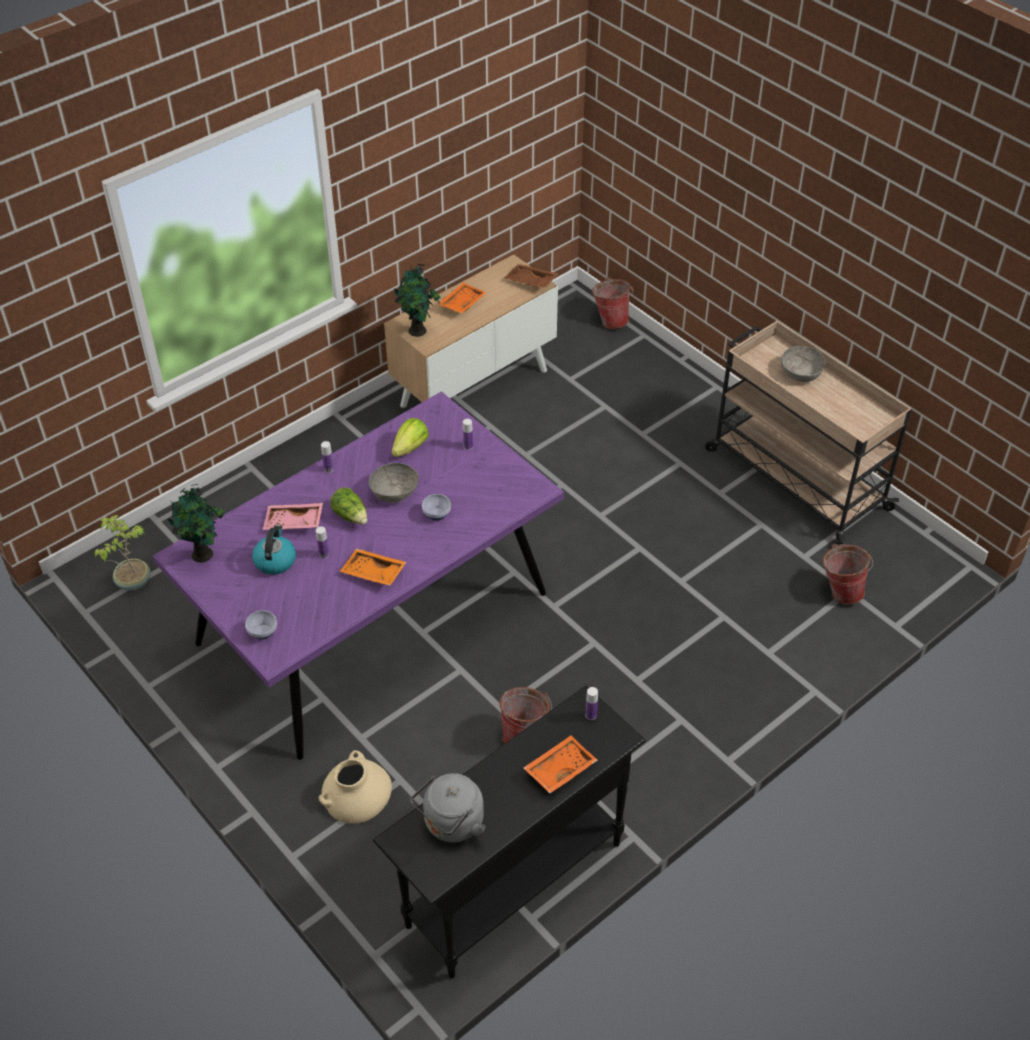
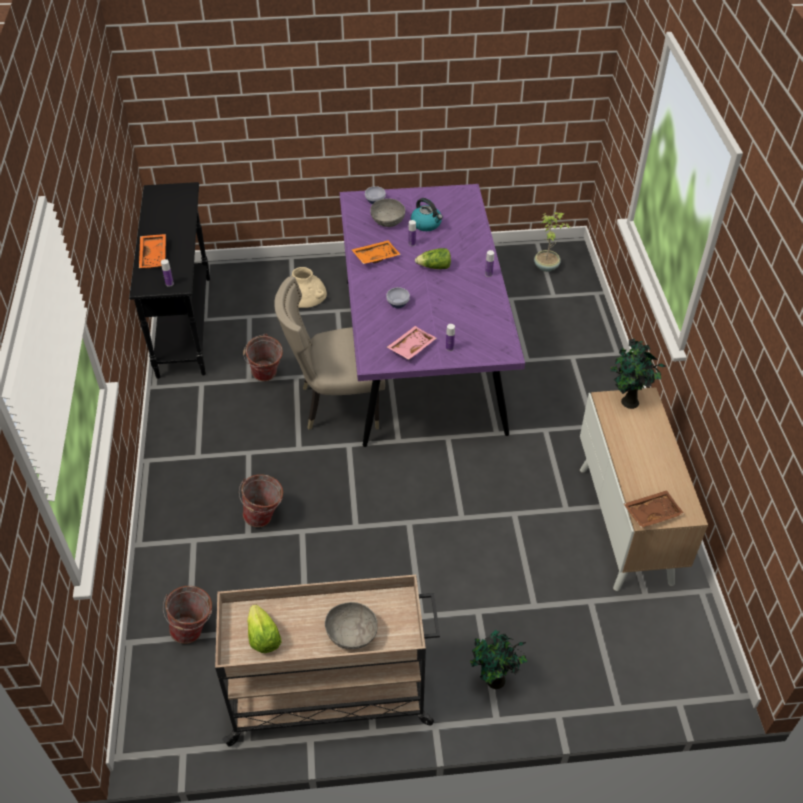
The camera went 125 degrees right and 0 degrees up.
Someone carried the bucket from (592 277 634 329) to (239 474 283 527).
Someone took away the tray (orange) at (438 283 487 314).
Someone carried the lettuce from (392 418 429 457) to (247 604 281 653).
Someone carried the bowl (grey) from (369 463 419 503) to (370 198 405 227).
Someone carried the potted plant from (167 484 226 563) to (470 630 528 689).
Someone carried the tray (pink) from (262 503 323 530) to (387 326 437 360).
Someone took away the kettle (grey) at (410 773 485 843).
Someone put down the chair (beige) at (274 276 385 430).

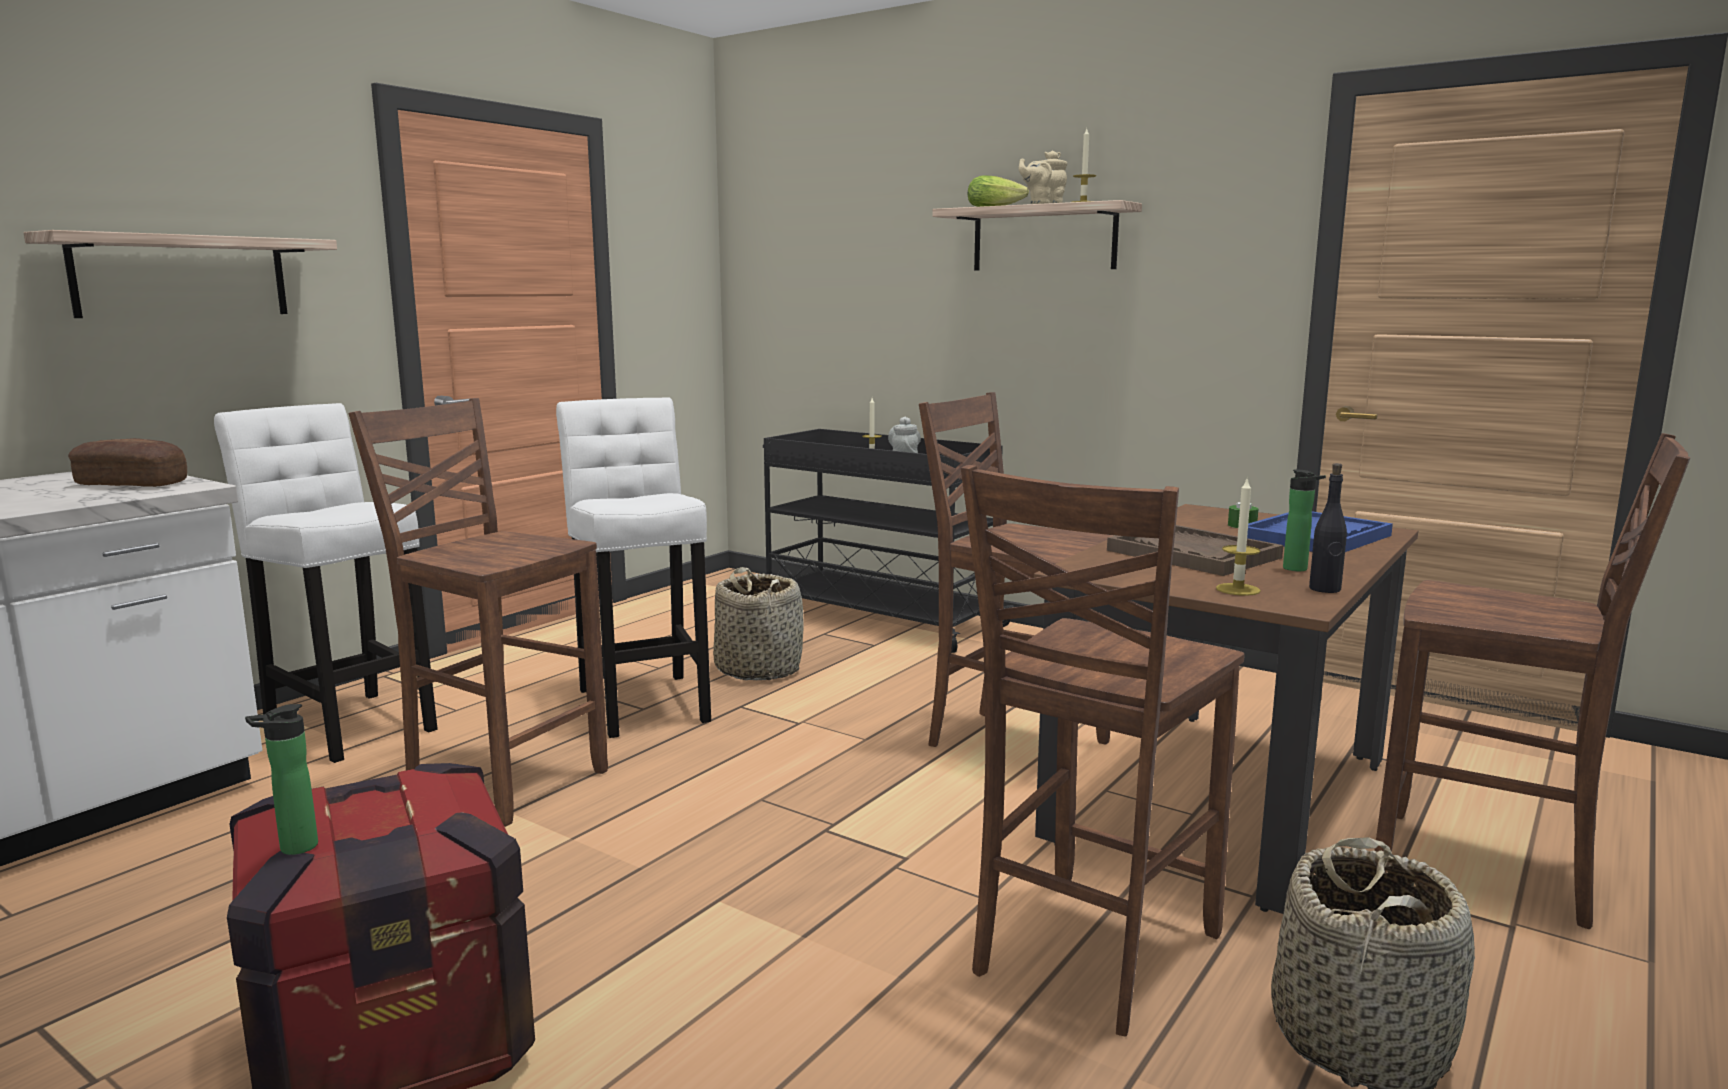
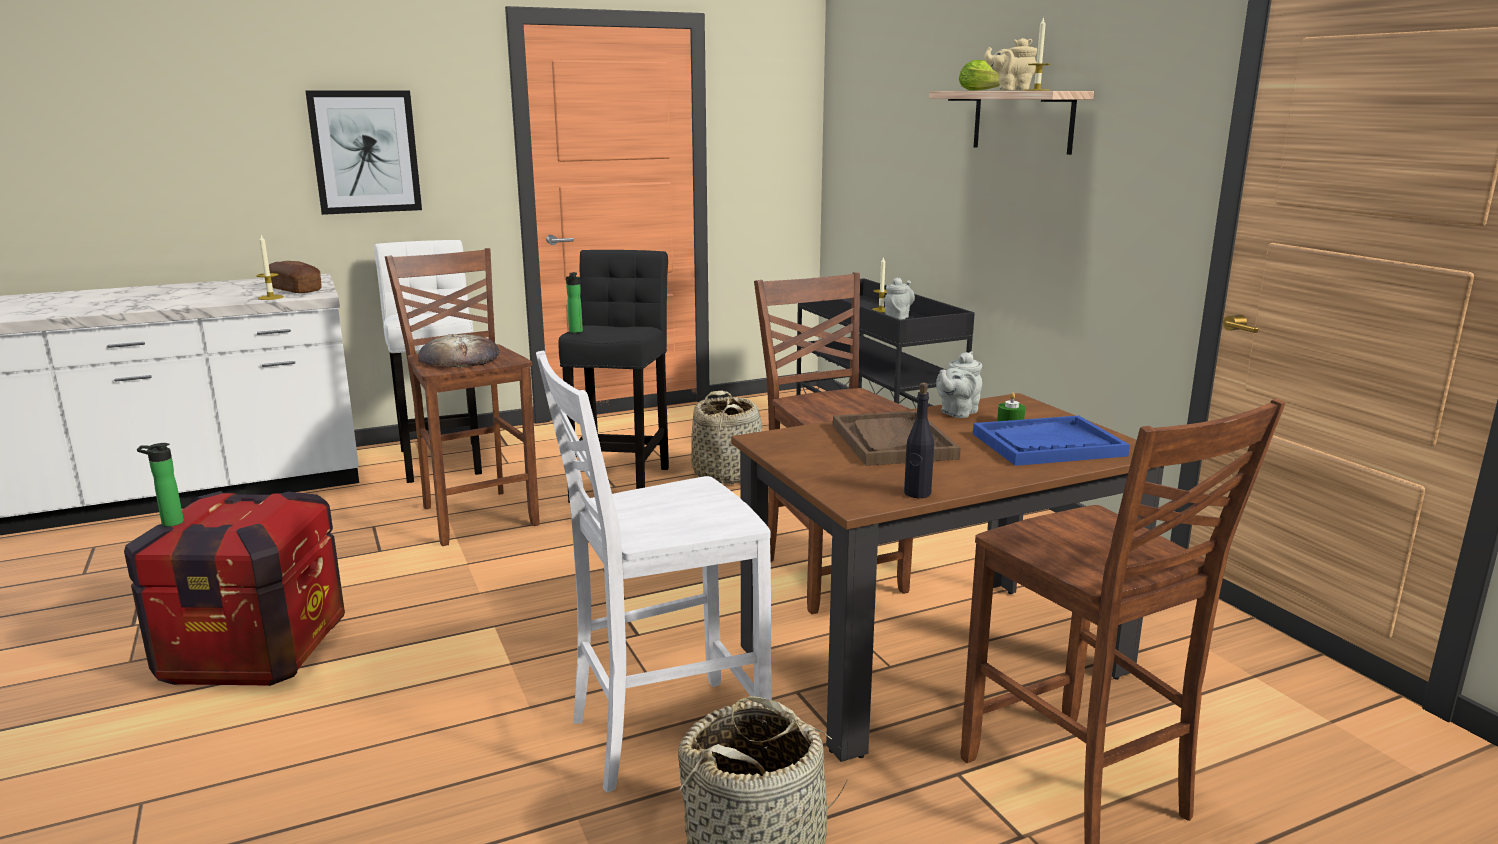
The camera went 30 degrees right and 5 degrees up.
Someone swapped the shelf at (24 230 337 318) for the picture at (305 90 422 215).
Someone repainted the stool (white) at (556 398 711 738), which became the stool (black) at (558 250 669 503).
Someone repainted the chair (brown) at (961 465 1245 1036), which became the chair (white) at (536 350 772 793).
Someone carried the bottle from (1283 469 1326 571) to (566 272 583 333).
Someone carried the candle from (1216 477 1261 596) to (256 235 284 300).
Someone put down the bread at (418 334 499 368).
Someone put down the teapot (grey) at (936 351 982 418).

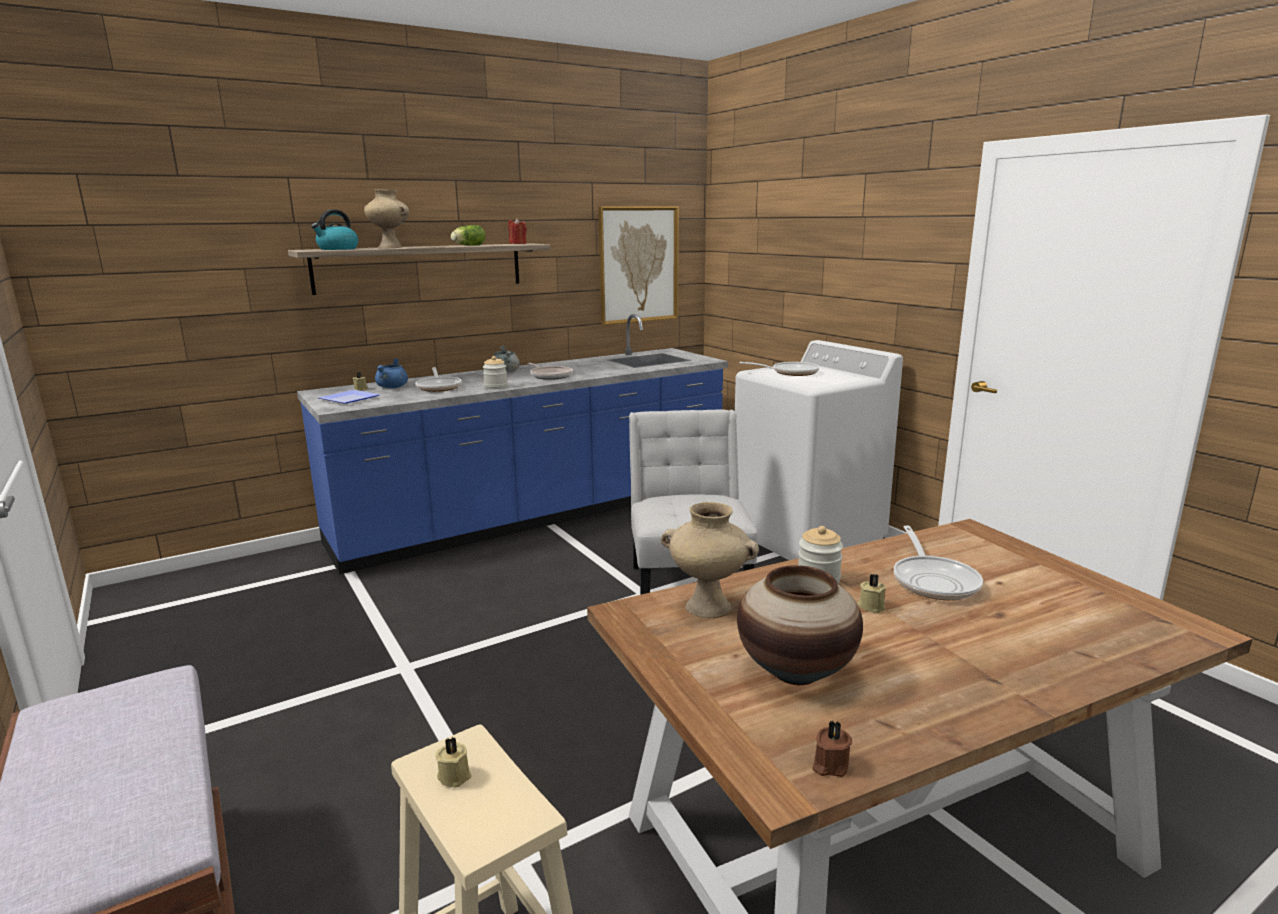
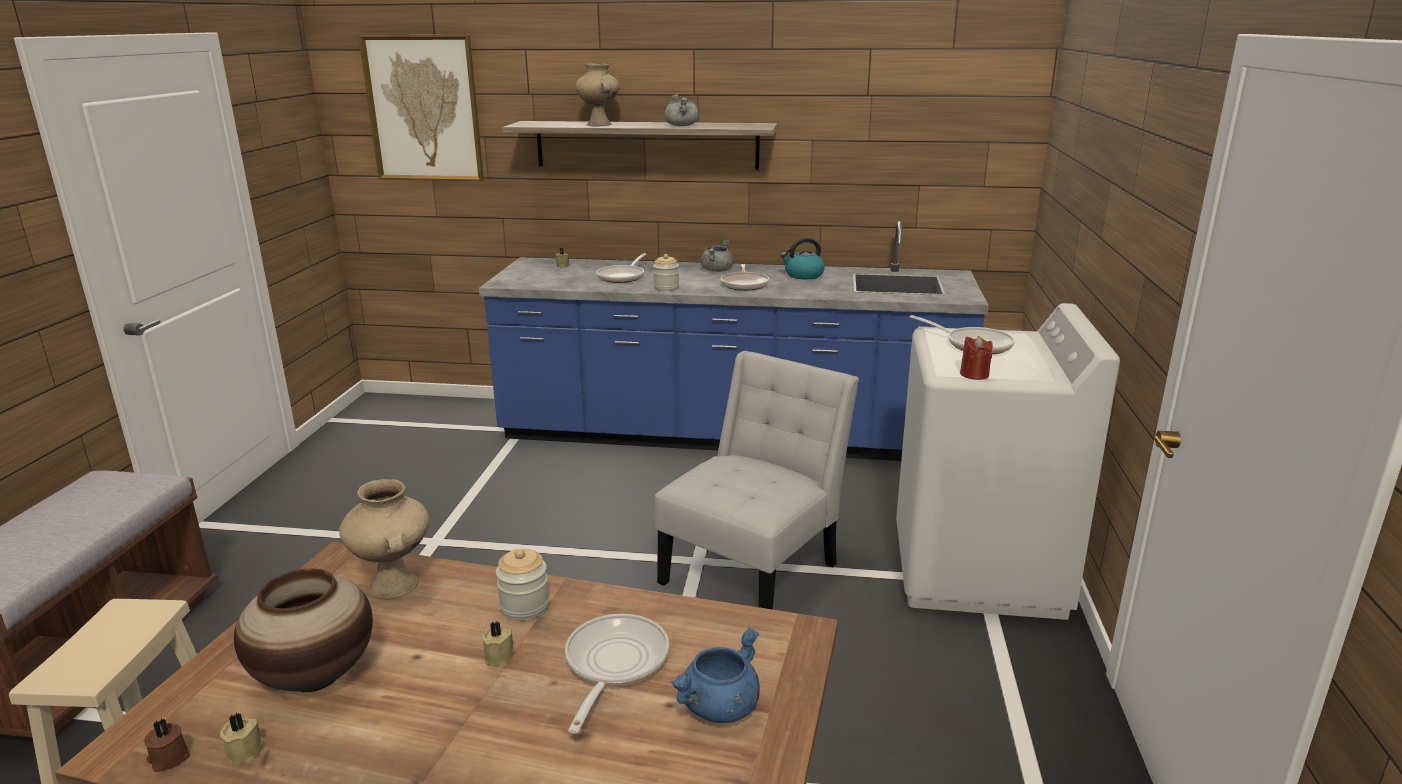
The camera went 40 degrees right and 5 degrees up.
Someone carried the picture from (598 206 679 325) to (358 35 484 181).
Someone carried the kettle from (311 209 358 250) to (781 238 825 279).
Someone carried the candle (red) from (508 218 527 244) to (960 336 993 380).
Someone swapped the lettuce at (451 225 485 246) for the cooking pot (grey) at (664 94 699 126).
Someone carried the cooking pot (blue) from (375 358 408 388) to (671 627 760 723).
Someone took away the plate at (318 390 380 403).
Someone rotated the frying pan at (894 526 983 600) by 150 degrees clockwise.
Someone carried the candle (beige) from (435 736 471 788) to (220 713 266 766).

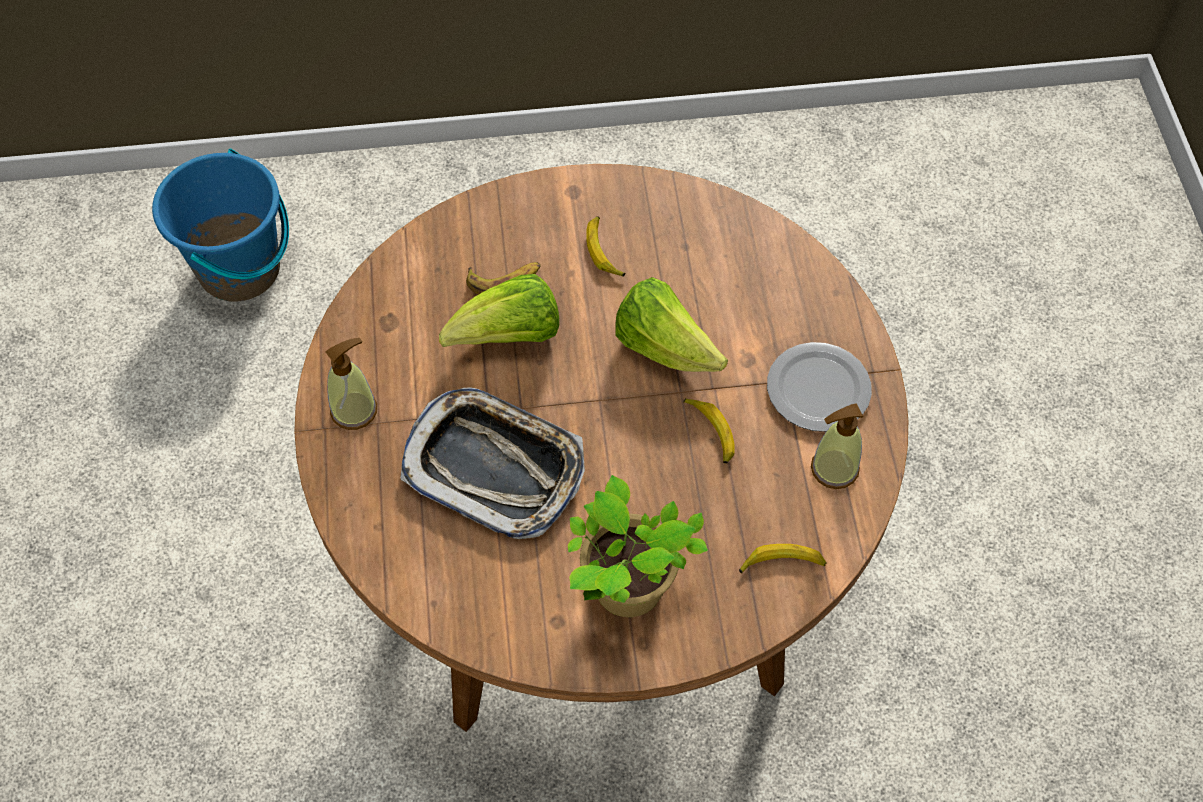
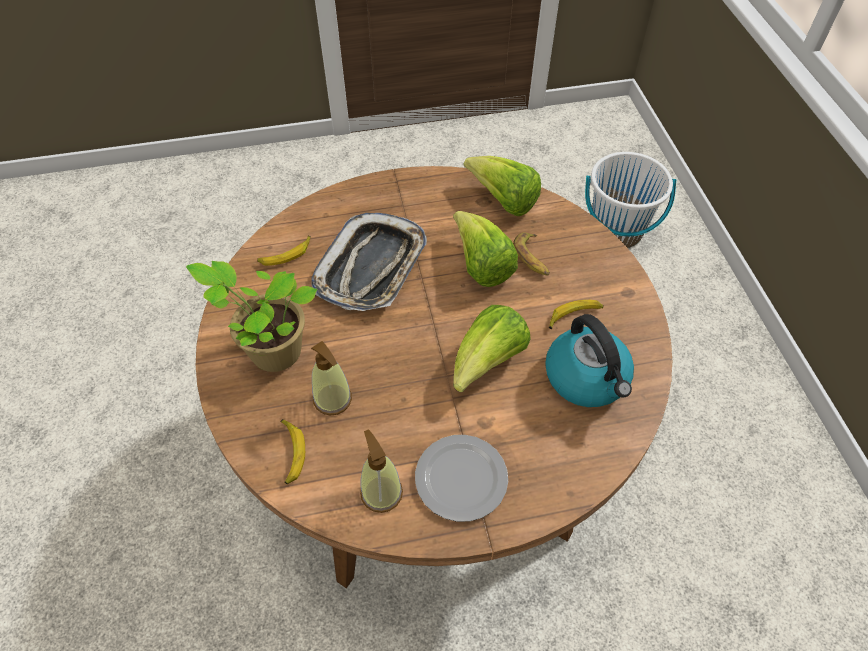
The camera went 85 degrees right and 5 degrees down.
Someone repainted the bucket (blue) at (152 149 289 302), which became the bucket (white) at (585 152 676 248).
Someone carried the soap dispenser from (325 338 377 430) to (311 341 352 416).
Someone carried the banana from (683 398 735 464) to (257 236 311 266).
Someone put down the lettuce at (464 156 541 216).
Someone put down the kettle at (545 314 634 407).

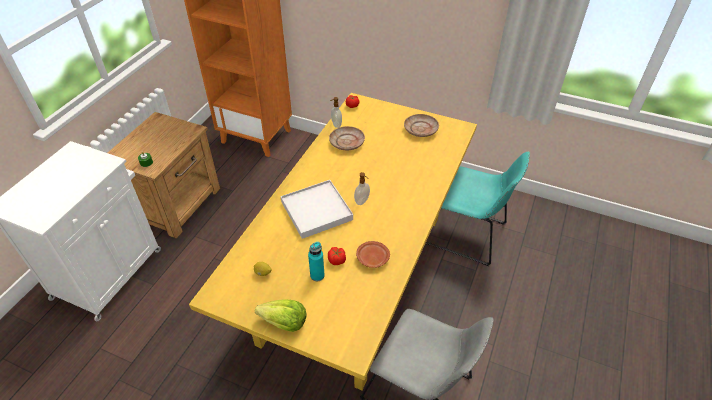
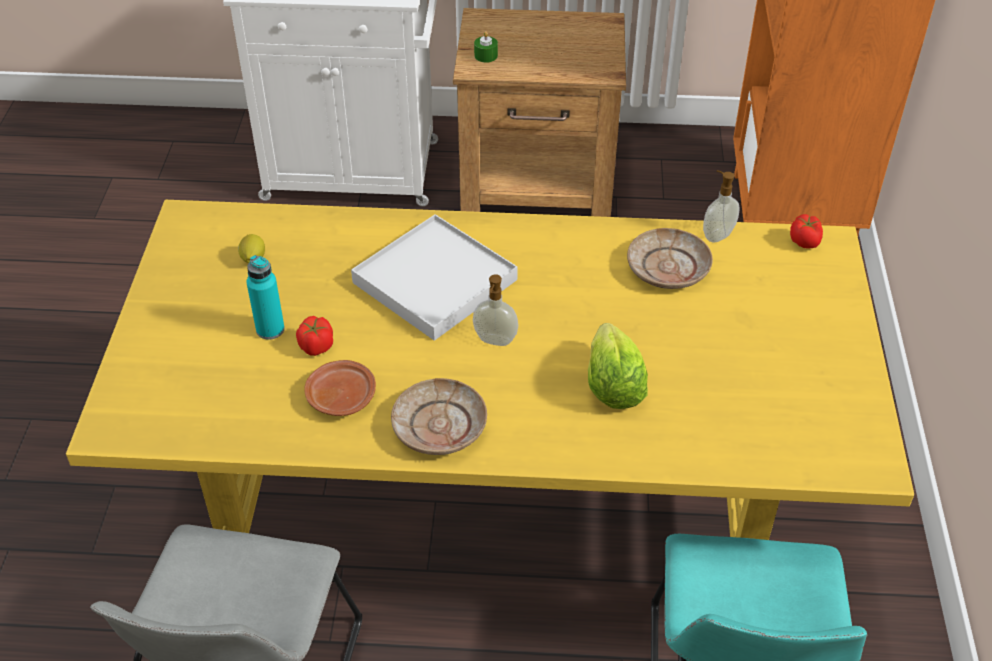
The camera went 70 degrees right and 0 degrees up.
Someone carried the plate (beige) from (404 114 439 137) to (391 378 487 455).
Someone carried the lettuce from (255 299 307 332) to (588 323 648 409).

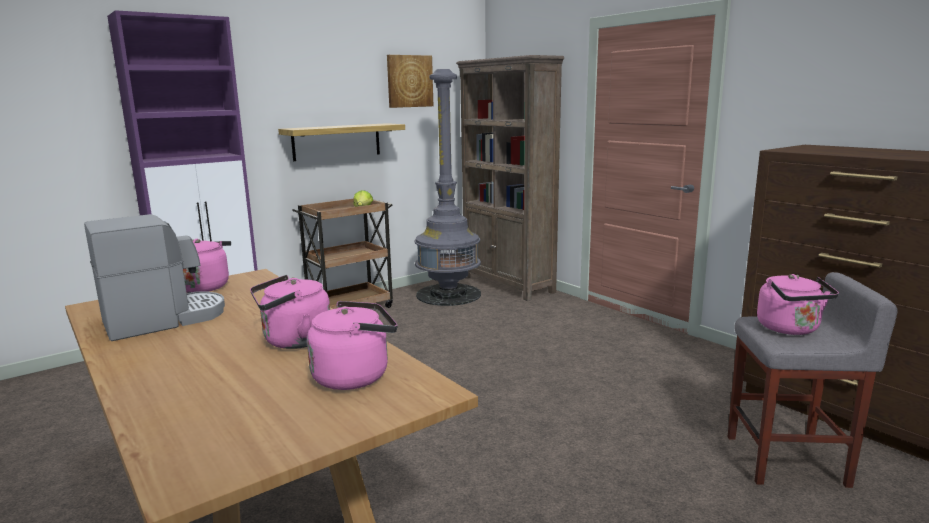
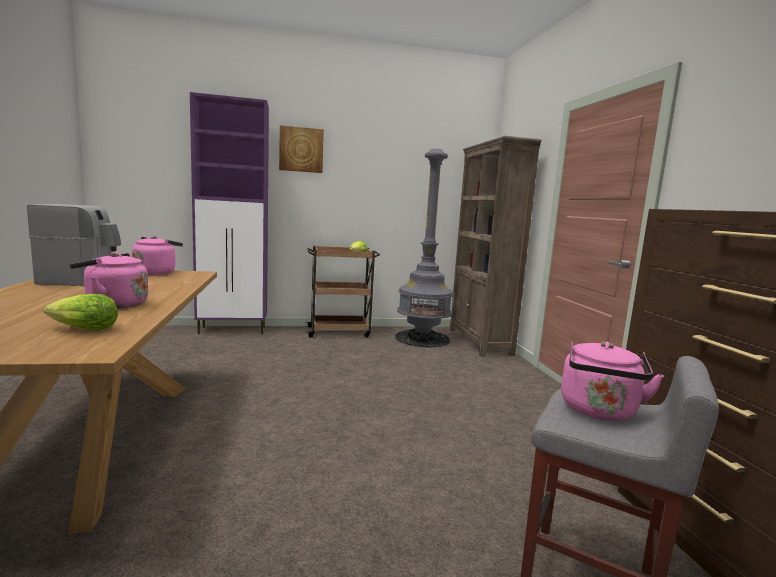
The camera went 25 degrees right and 5 degrees down.
Someone carried the picture from (387 55 433 108) to (279 125 324 173).
Someone took away the shelf at (278 123 405 161).
Someone swapped the kettle (pink) at (307 301 398 390) for the lettuce at (43 294 118 331).

